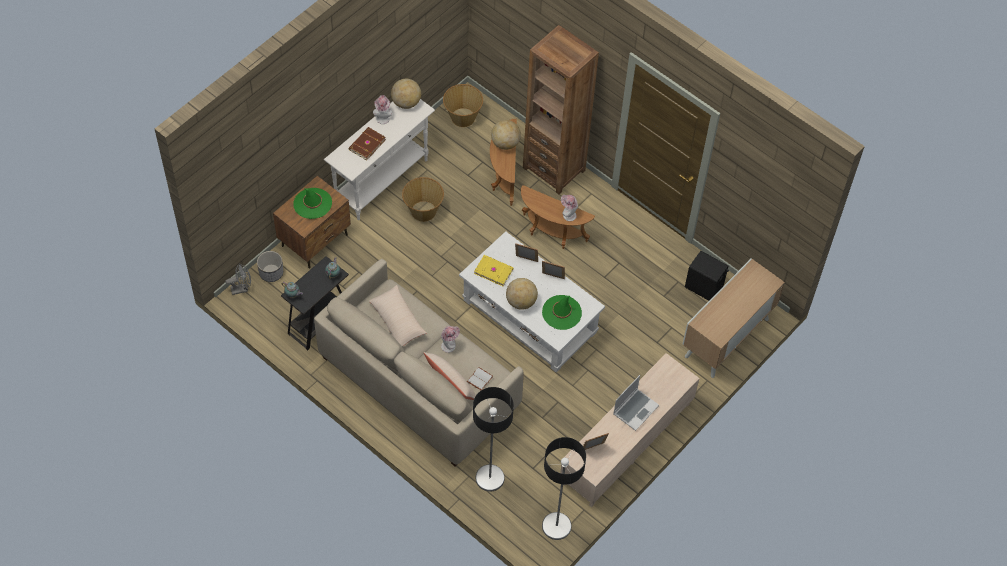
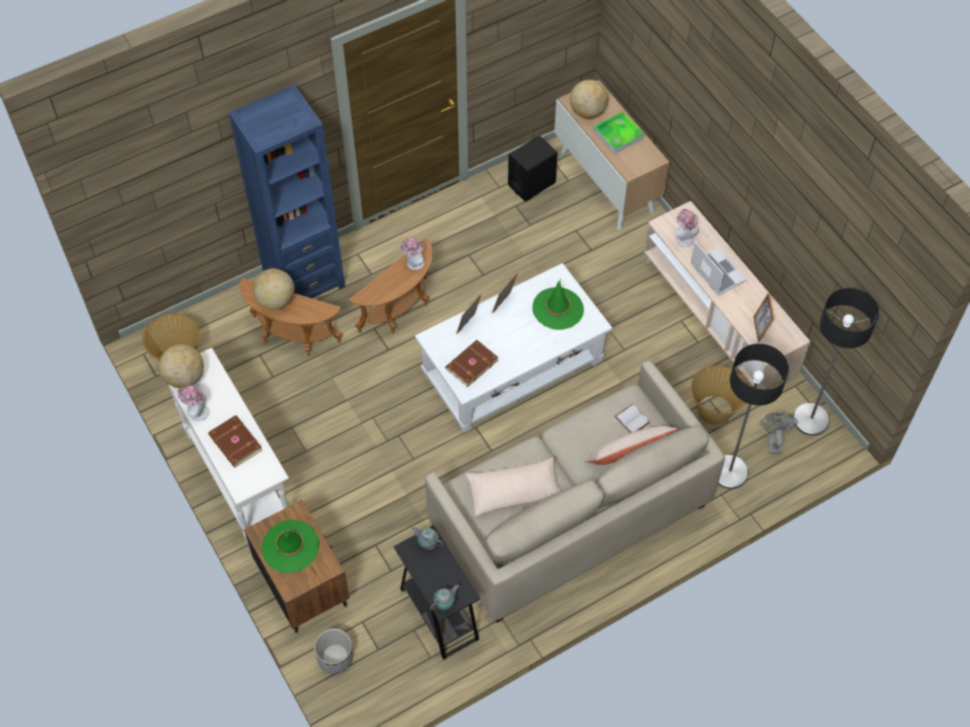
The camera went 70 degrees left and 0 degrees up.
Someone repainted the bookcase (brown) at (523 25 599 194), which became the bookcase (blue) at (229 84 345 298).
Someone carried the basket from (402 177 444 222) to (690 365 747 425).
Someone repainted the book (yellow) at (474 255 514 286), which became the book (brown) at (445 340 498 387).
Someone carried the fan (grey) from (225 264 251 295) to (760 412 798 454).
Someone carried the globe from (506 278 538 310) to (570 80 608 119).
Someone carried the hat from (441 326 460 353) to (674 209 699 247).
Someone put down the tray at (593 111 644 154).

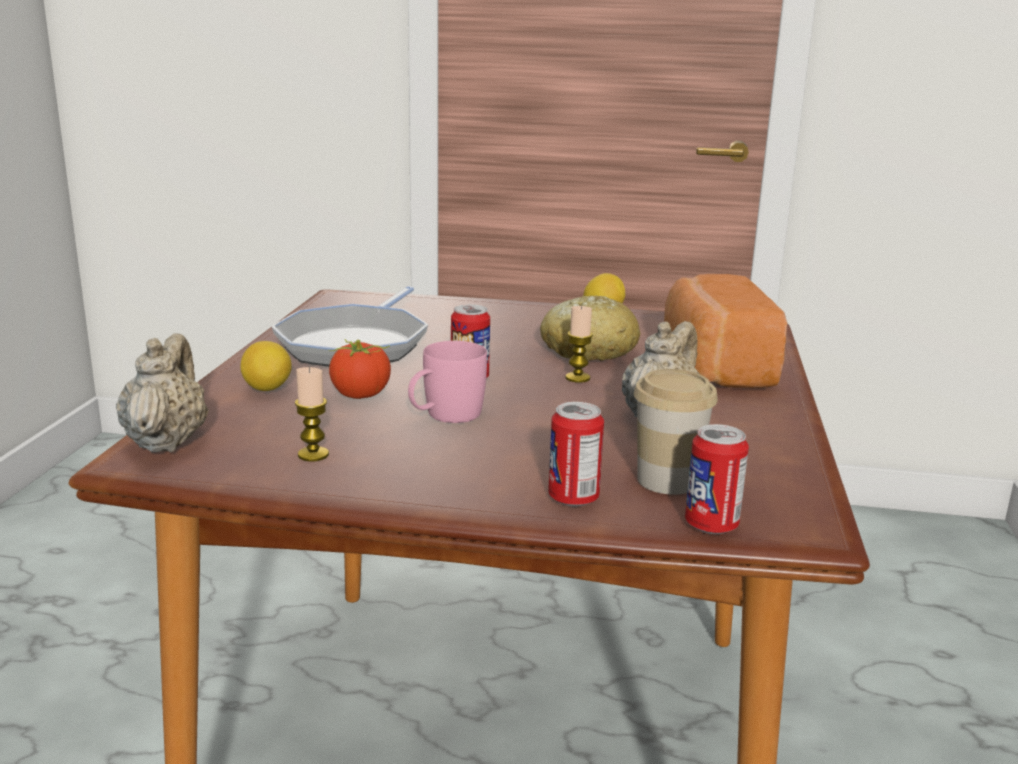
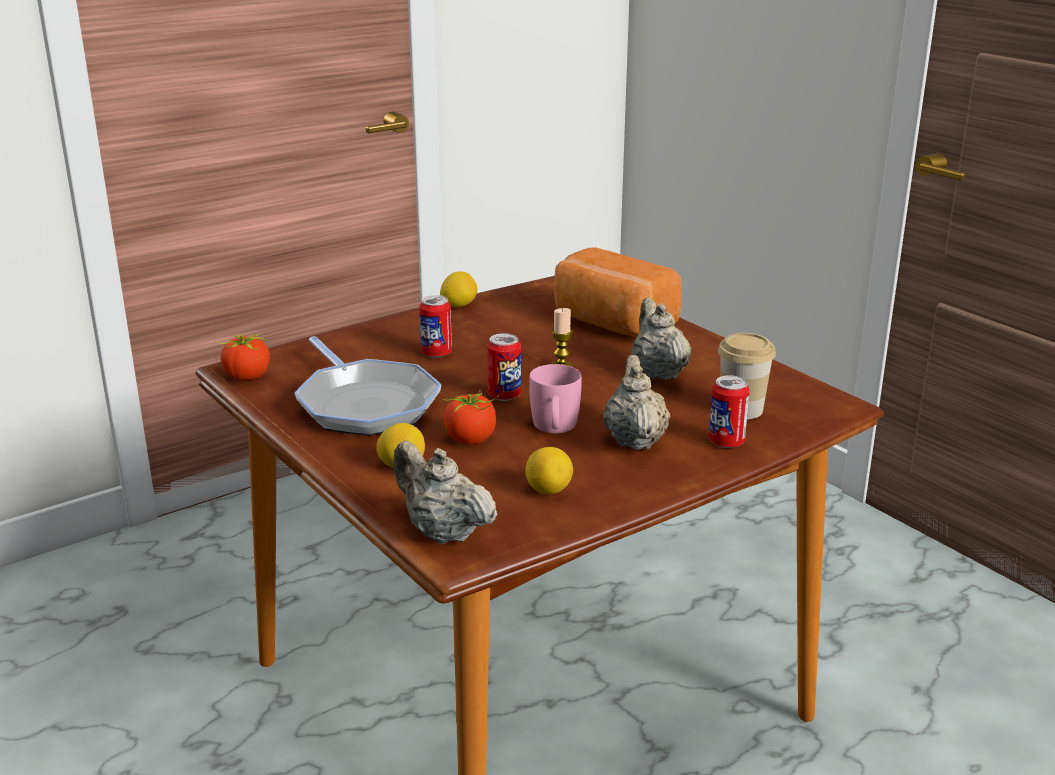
The camera went 45 degrees left and 5 degrees up.
Someone took away the bread at (540 295 641 361).
Someone swapped the candle at (295 367 329 462) for the lemon at (525 447 573 494).
Someone carried the can from (685 424 749 534) to (419 295 452 358).
Someone put down the tomato at (215 333 270 381).
Someone put down the teapot (beige) at (603 355 671 450).

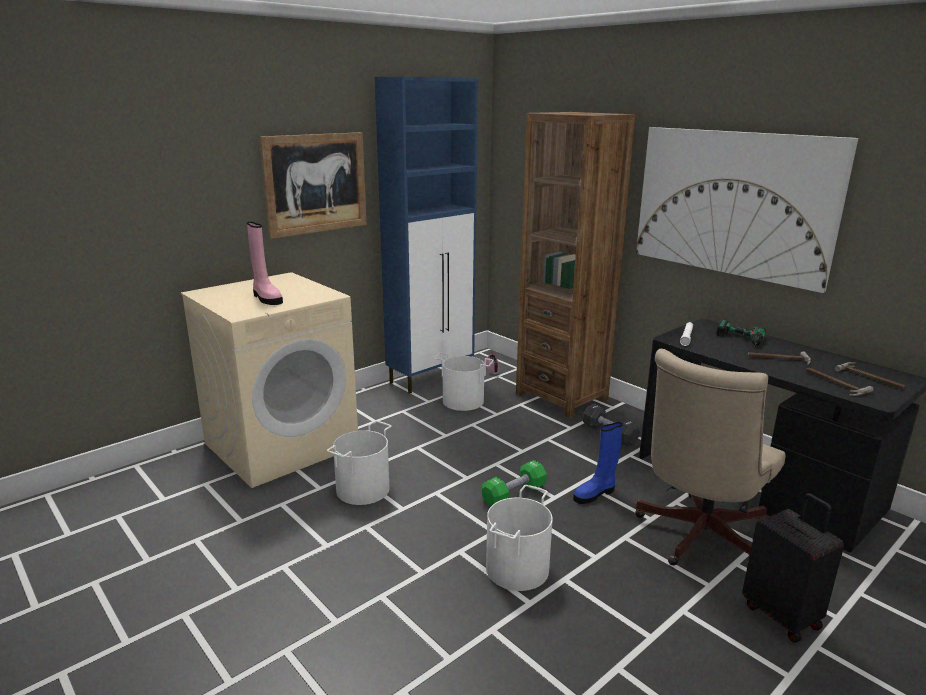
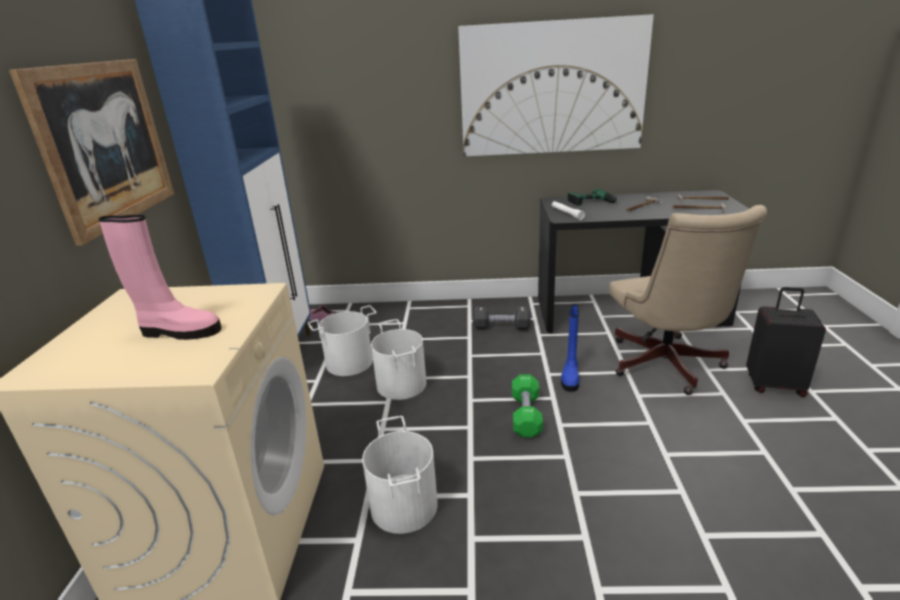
The camera went 45 degrees left and 5 degrees up.
Someone took away the bookcase (brown) at (516 112 636 418).
Someone carried the bucket (white) from (486 485 553 591) to (371 319 426 400).

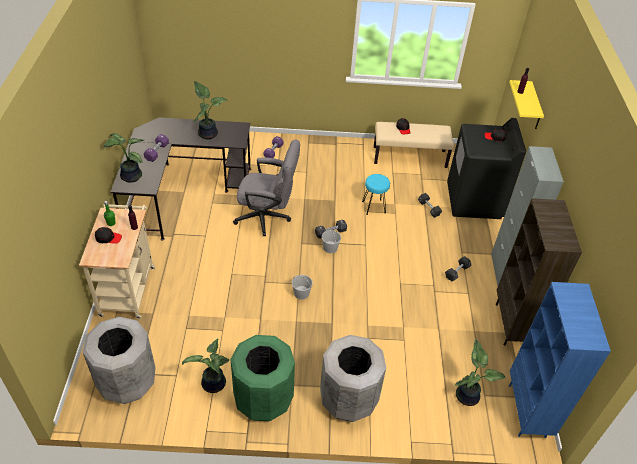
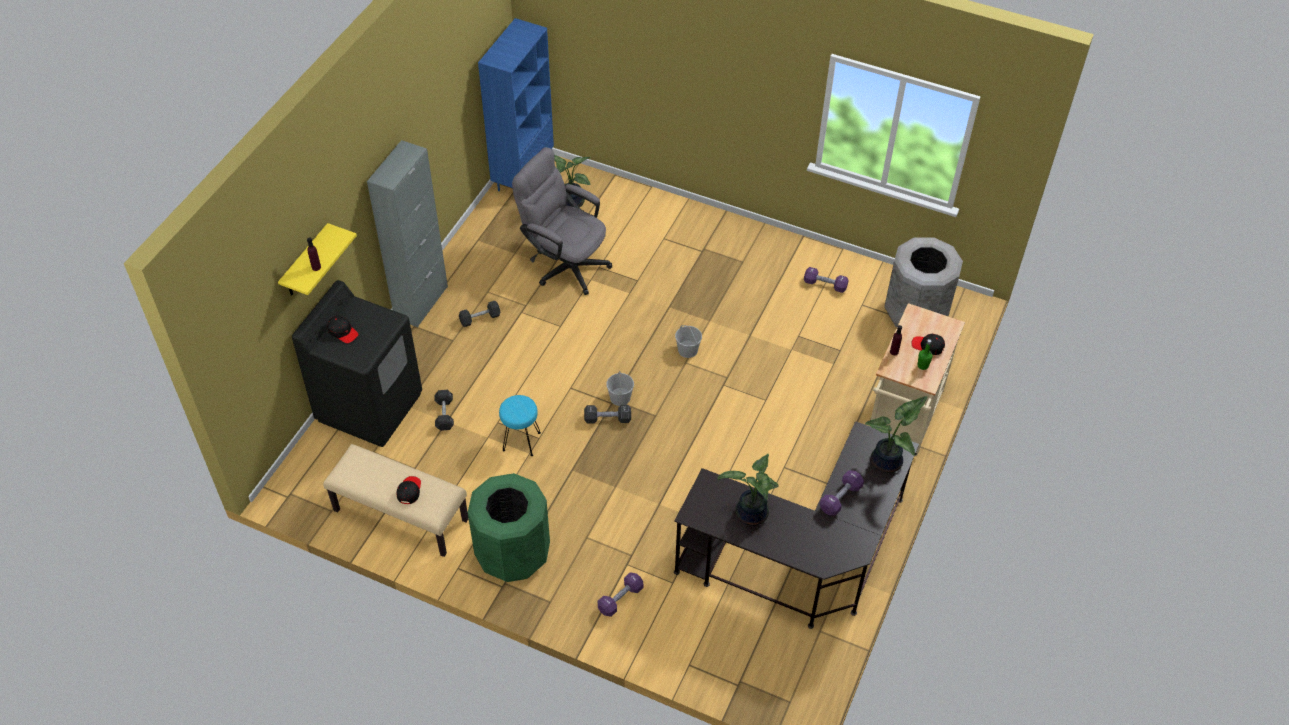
The camera went 155 degrees left and 5 degrees up.
Someone carried the office chair (grey) from (233 140 300 236) to (512 147 612 295).
Someone took away the bookcase (brown) at (496 198 582 346).
Someone carried the trash can (green) from (231 335 295 421) to (467 473 550 582).
Someone took away the trash can (grey) at (320 335 386 422).
Someone swapped the potted plant at (182 338 229 393) for the dumbbell (purple) at (804 267 849 293).

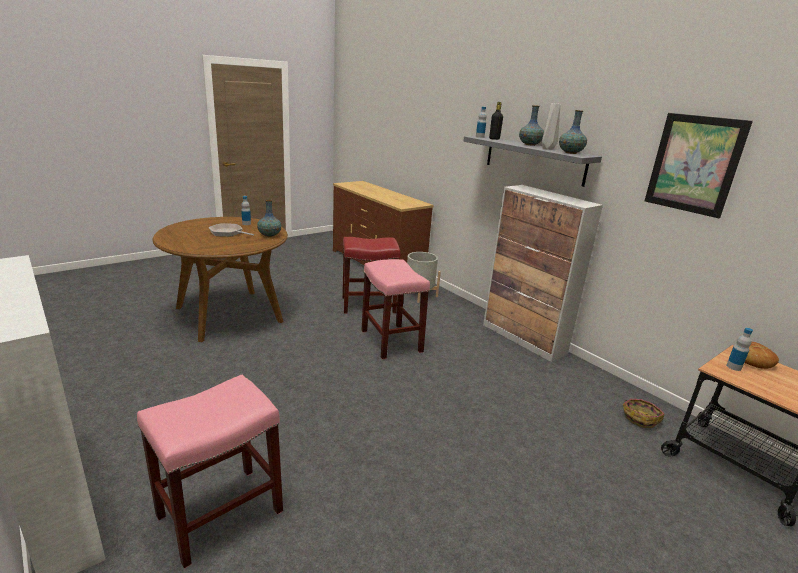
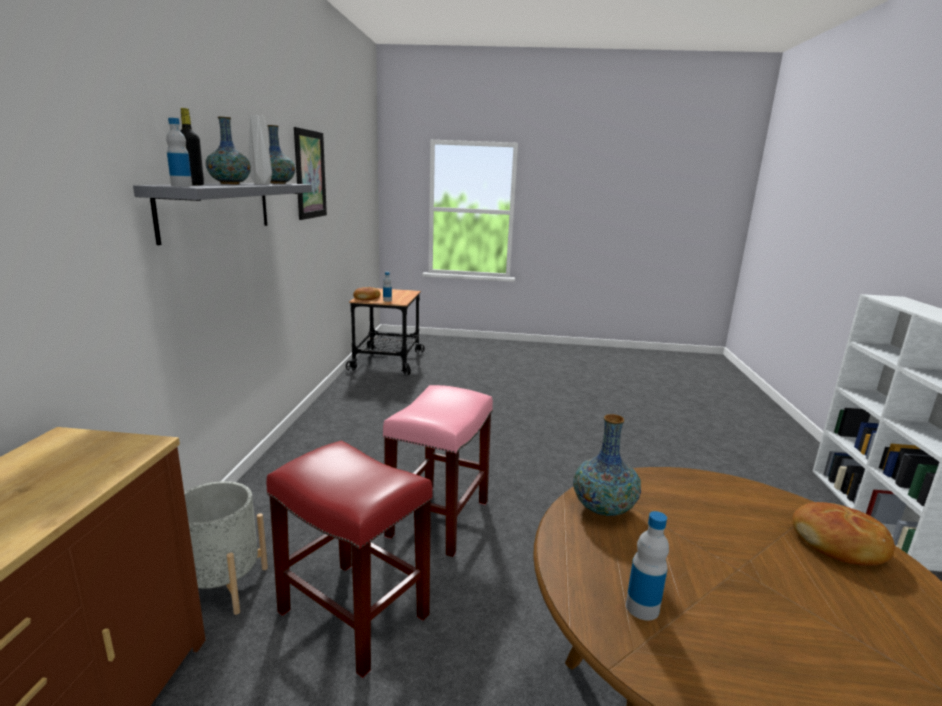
The camera went 135 degrees left and 5 degrees down.
Someone took away the cabinet at (483 185 603 362).
Someone took away the frying pan at (208 223 254 237).
Someone took away the stool (pink) at (137 374 283 569).
Someone took away the basket at (623 399 665 428).
Someone put down the bread at (792 502 895 566).

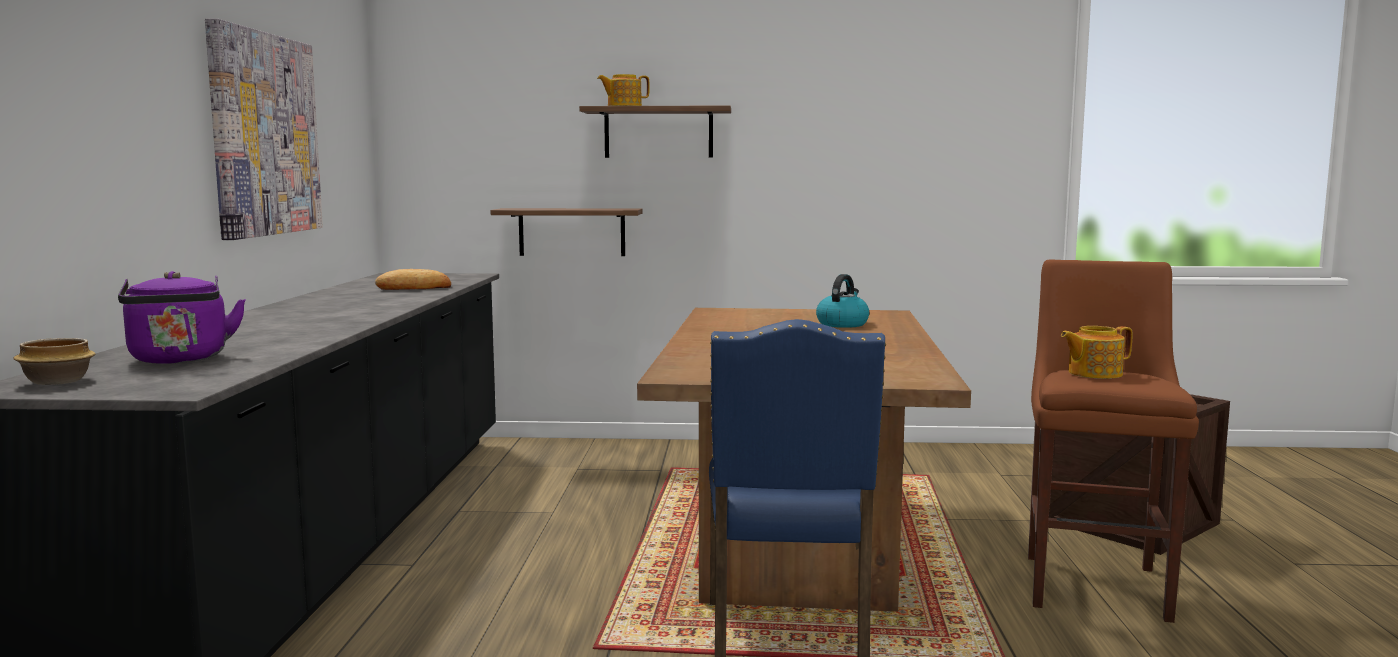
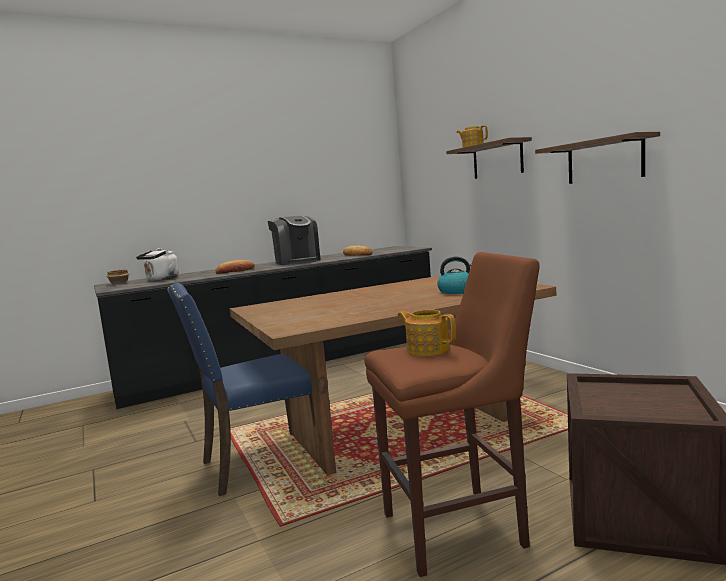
The camera went 60 degrees right and 0 degrees up.
Someone took away the picture at (205 18 323 240).
Someone carried the shelf from (491 208 643 256) to (535 132 660 184).
Someone repainted the kettle (purple) at (118 271 246 364), which became the kettle (white) at (136 248 179 281).
Someone put down the coffee machine at (268 216 321 265).
Someone put down the bread at (216 260 255 274).

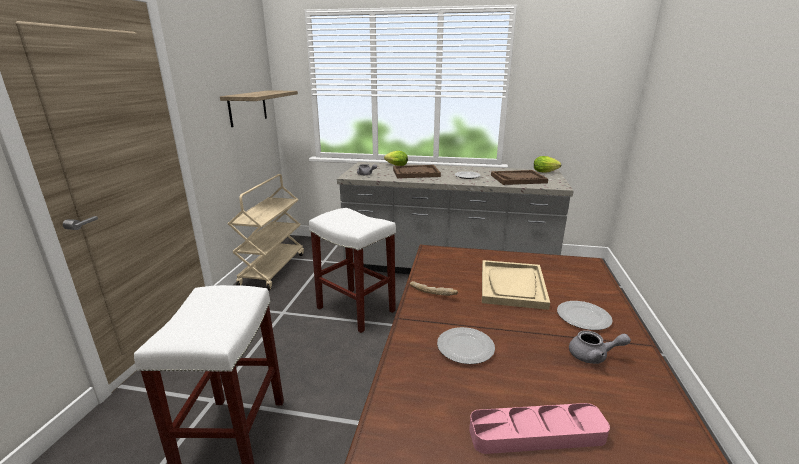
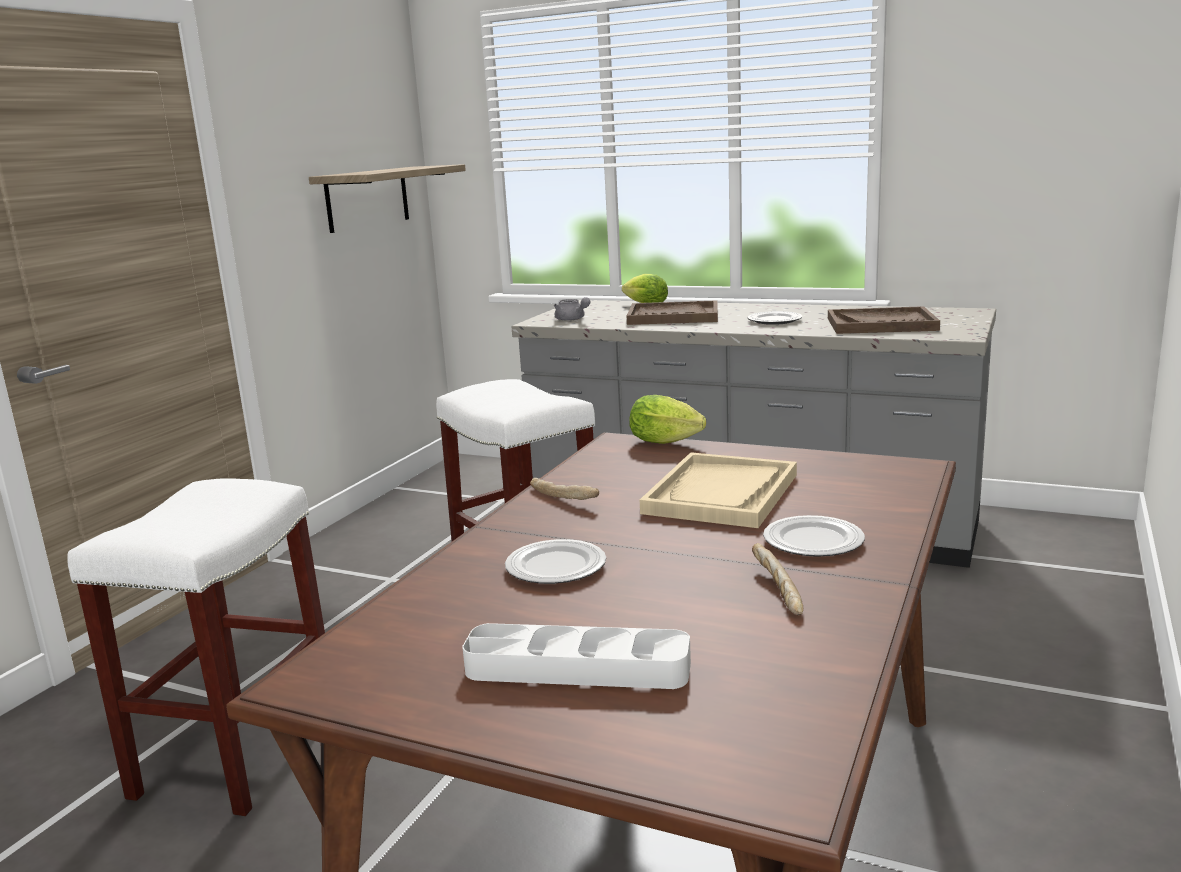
The camera went 15 degrees right and 5 degrees down.
Someone carried the lettuce from (534 156 561 173) to (629 395 706 444).
Someone took away the cart (beige) at (228 174 304 290).
Someone swapped the teapot (grey) at (569 330 631 364) for the bread at (752 543 803 616).
Someone repainted the tray (pink) at (469 403 610 454), which became the tray (white) at (462 623 691 689).

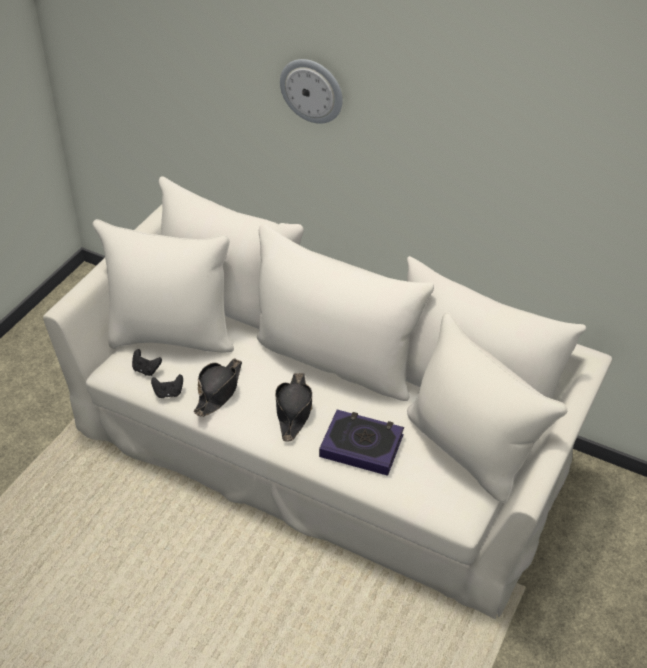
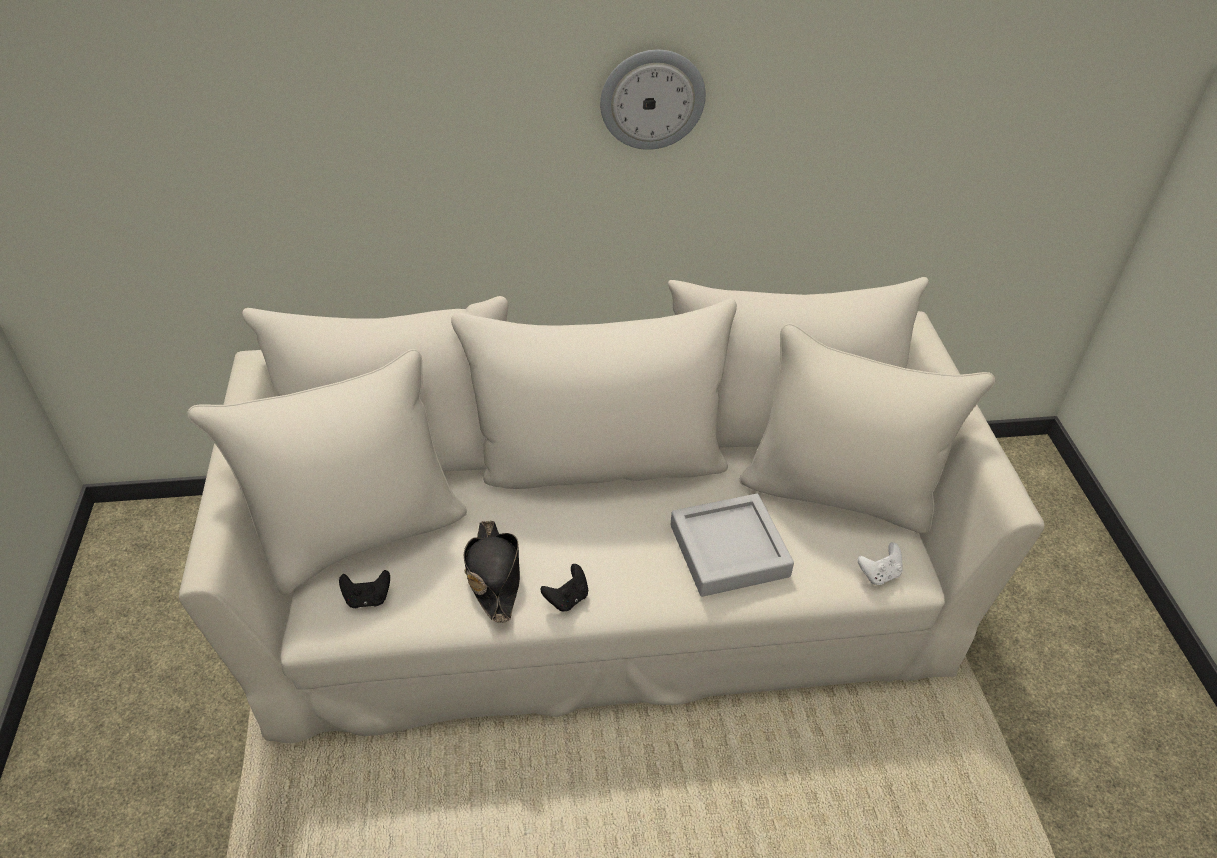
The camera went 35 degrees left and 0 degrees up.
Someone carried the wall clock from (280 59 343 124) to (600 50 706 150).
Someone took away the hat (black) at (275 373 312 441).
Someone carried the game controller (black) from (151 374 183 398) to (541 564 588 612).
Someone swapped the book at (319 410 404 476) for the tray (grey) at (670 494 794 597).
Someone put down the game controller (white) at (857 542 902 585).

